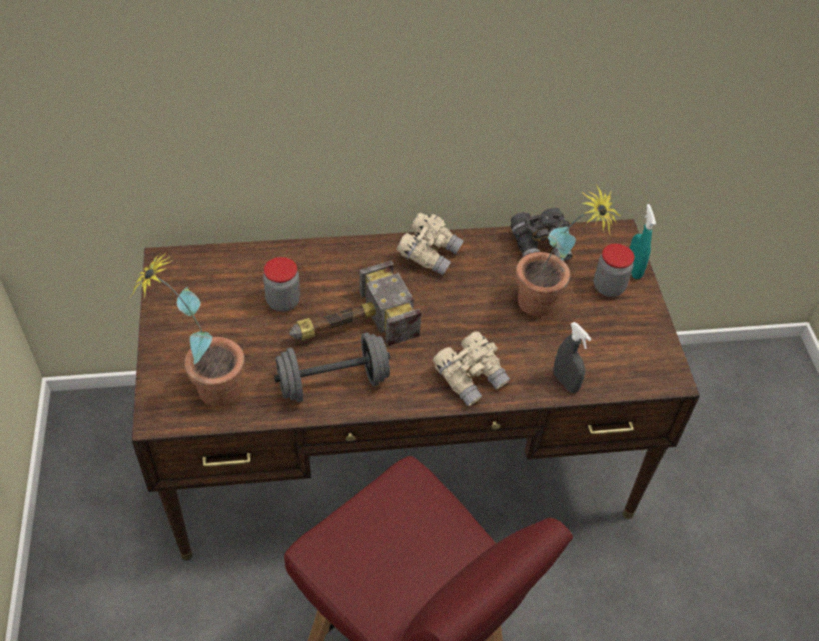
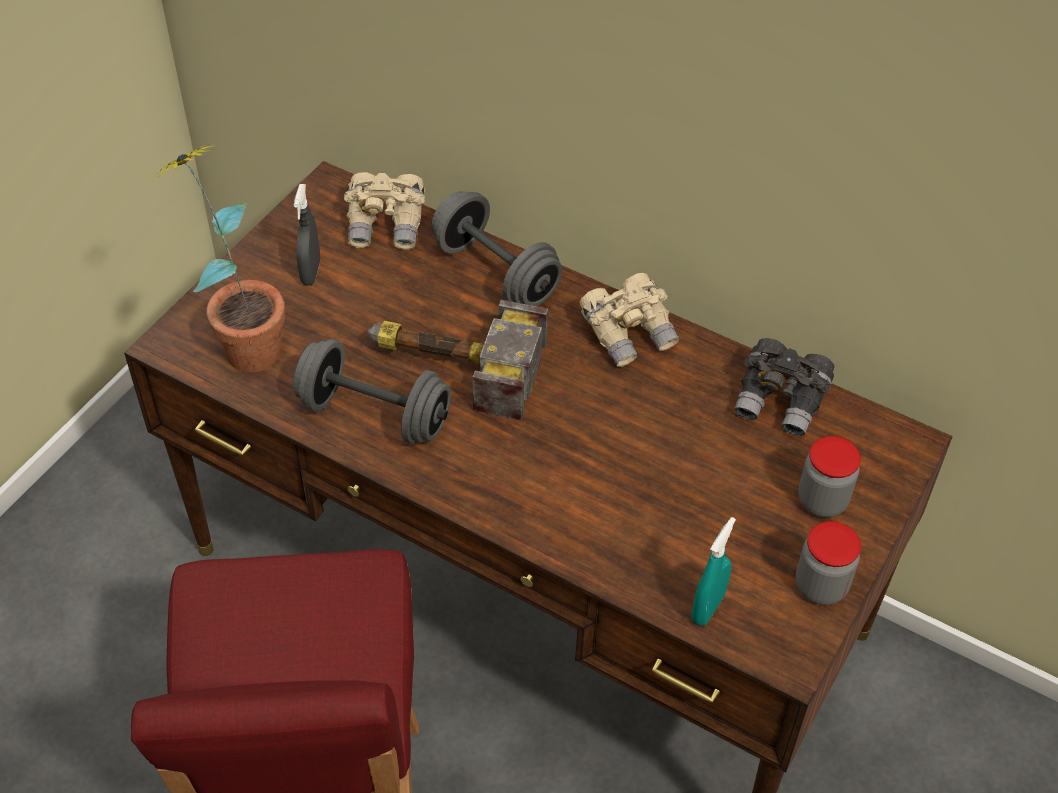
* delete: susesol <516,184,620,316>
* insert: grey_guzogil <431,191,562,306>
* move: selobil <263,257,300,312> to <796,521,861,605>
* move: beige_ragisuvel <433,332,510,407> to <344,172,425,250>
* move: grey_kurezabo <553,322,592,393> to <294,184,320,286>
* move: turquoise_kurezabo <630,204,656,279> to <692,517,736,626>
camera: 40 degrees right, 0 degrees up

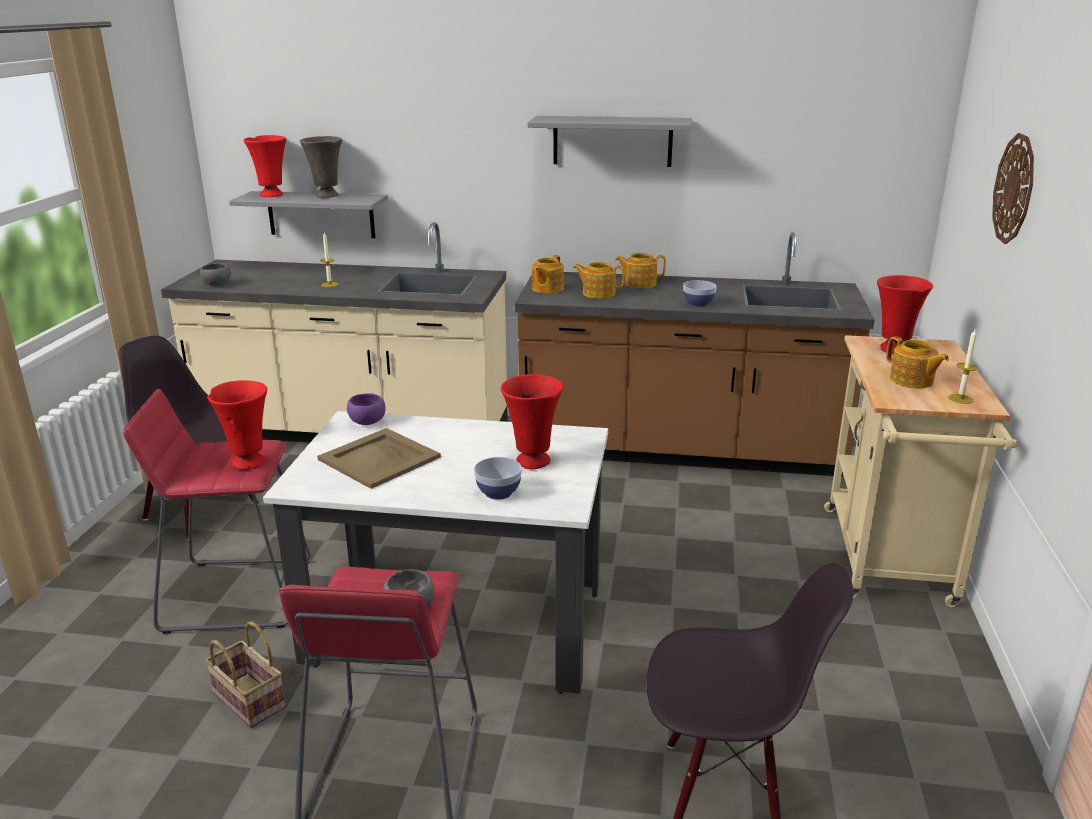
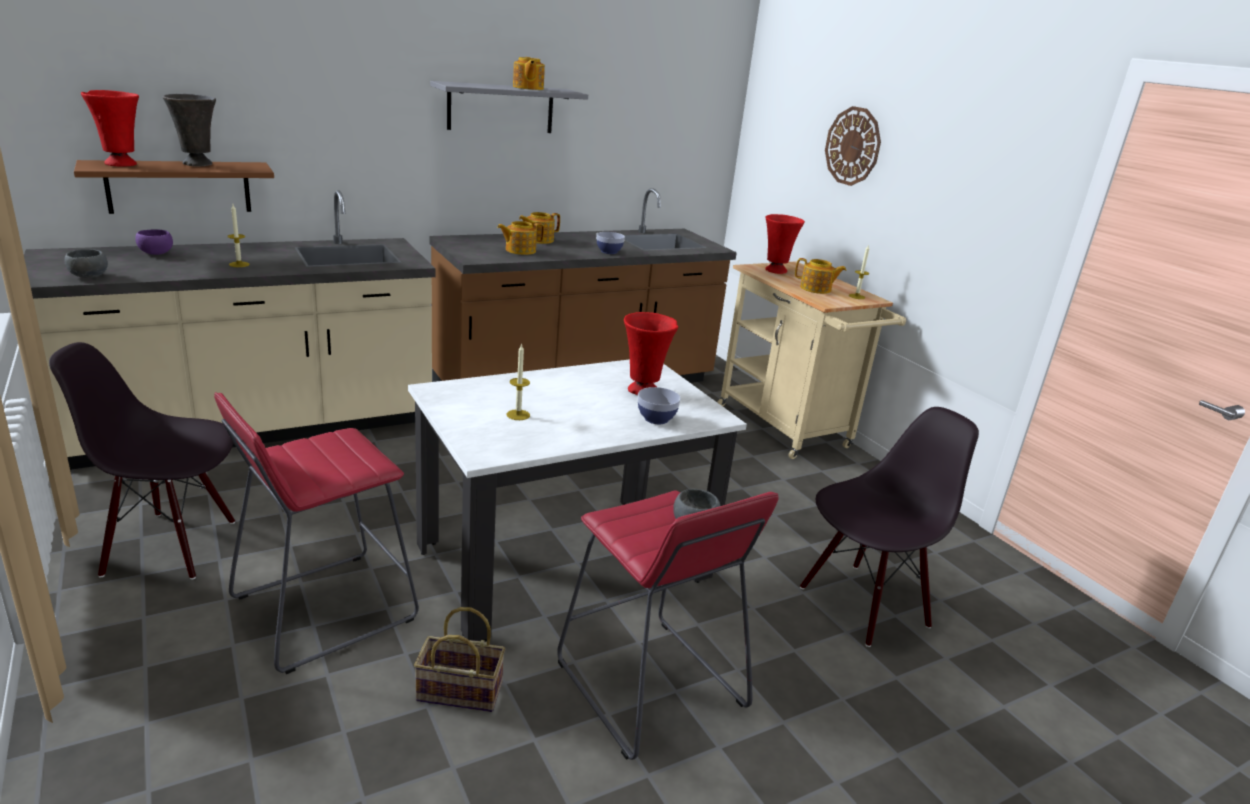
* delete: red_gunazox <207,380,267,470>
* move: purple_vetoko <347,393,386,425> to <135,229,173,255>
* move: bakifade <532,255,564,294> to <513,57,545,90>
* replace: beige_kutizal <317,428,441,489> to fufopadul <507,343,530,420>
* recolor: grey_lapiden <229,191,388,238> to brown_lapiden <74,160,274,214>
camera: 40 degrees left, 0 degrees up

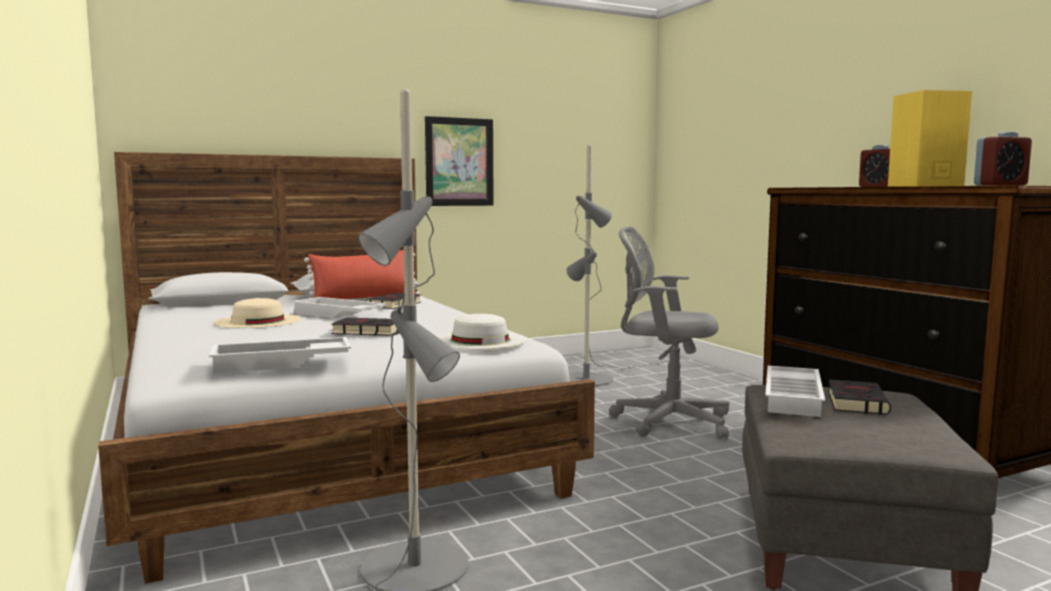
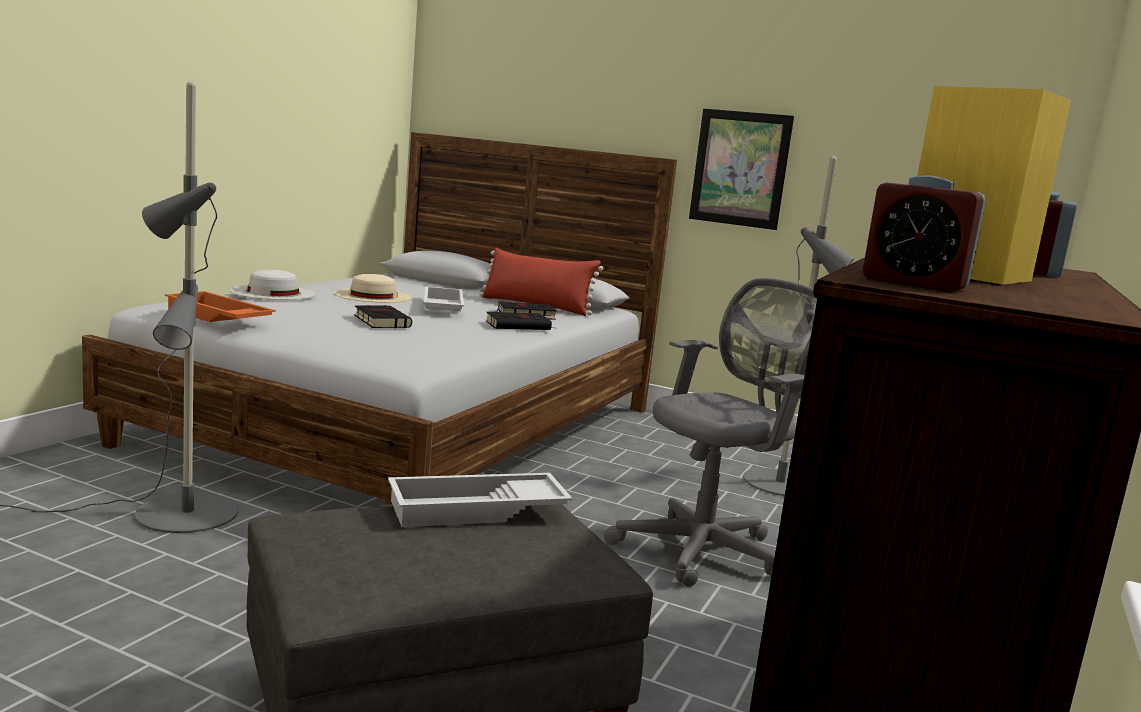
* move: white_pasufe <437,314,527,350> to <230,270,315,300>
* move: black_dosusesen <828,380,891,415> to <486,312,556,330>
* recolor: white_kutizal <209,337,351,373> to orange_kutizal <165,291,276,322>
* rotate: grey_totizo <609,226,730,439> = <604,278,817,587> 75 degrees clockwise
camera: 50 degrees right, 5 degrees up

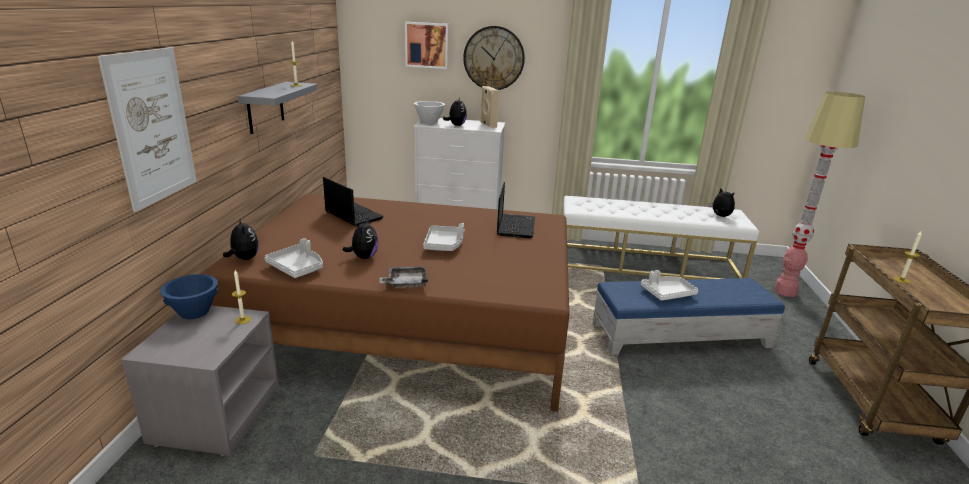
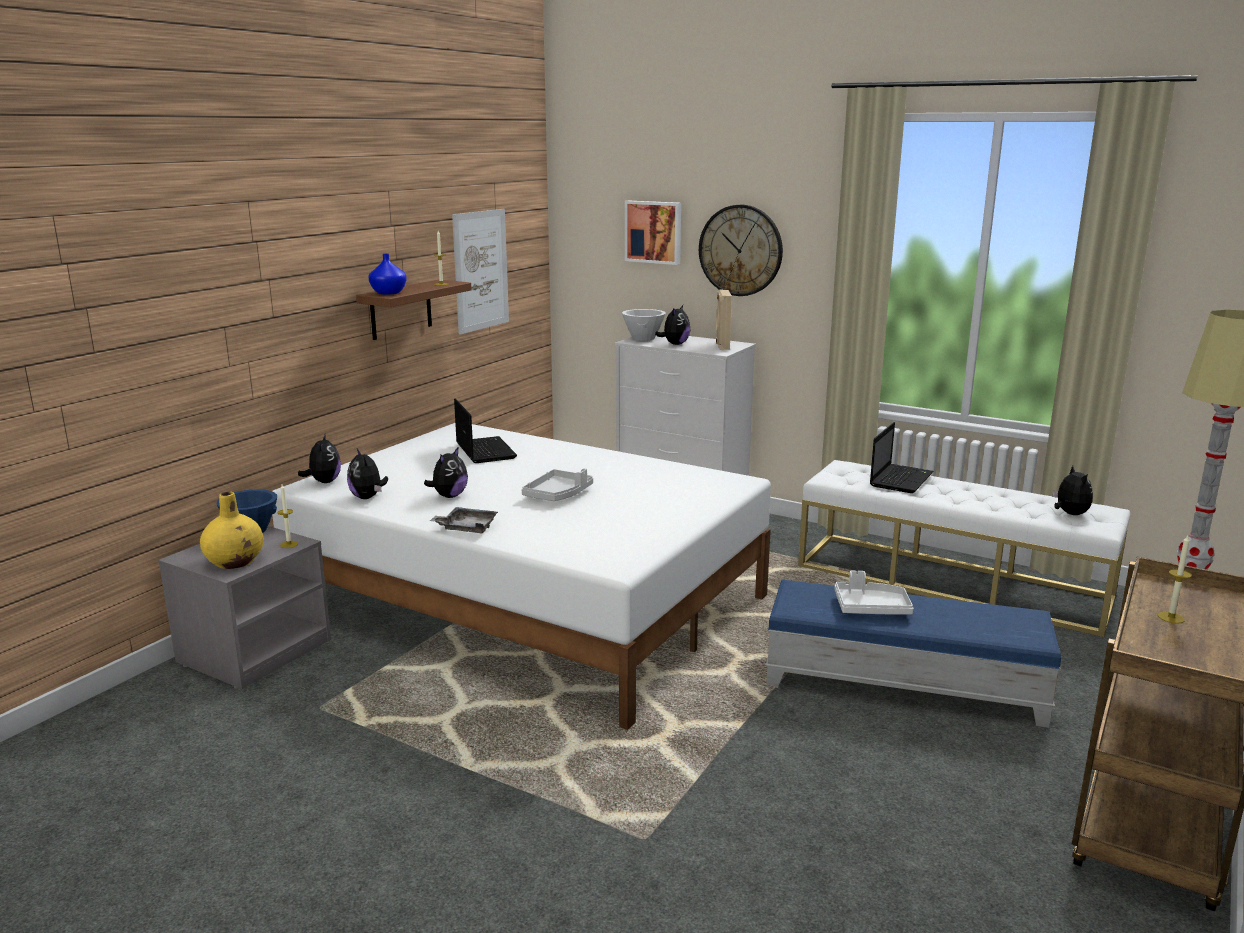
* insert: yellow_gunazox <200,492,264,569>
* insert: blue_gunazox <368,254,407,295>
* move: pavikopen <98,47,197,212> to <452,209,509,334>
* move: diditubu <497,182,535,238> to <870,422,933,493>
* replace: grey_kutizal <264,238,323,278> to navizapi <347,448,388,499>
* recolor: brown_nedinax <201,193,569,412> to white_nedinax <272,423,771,730>
* recolor: grey_lapiden <238,82,318,134> to brown_lapiden <356,280,472,340>
camera: 25 degrees right, 5 degrees down

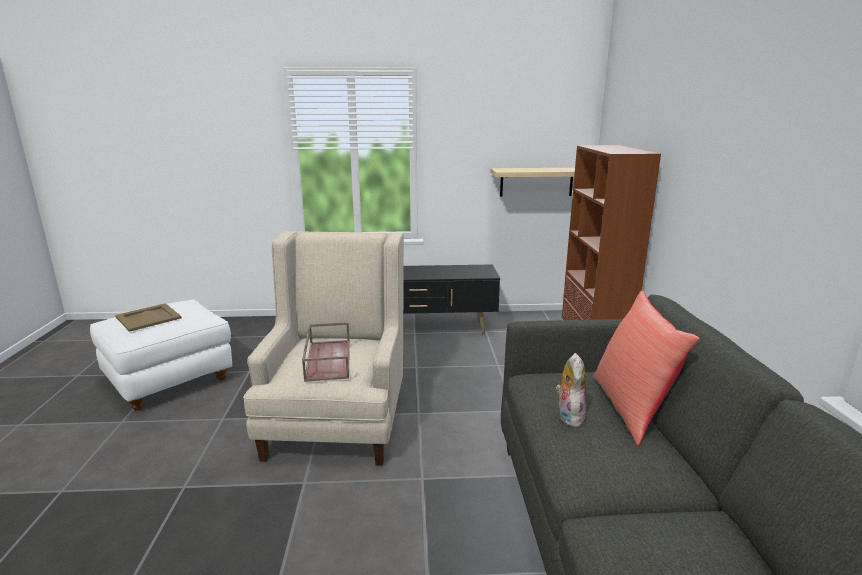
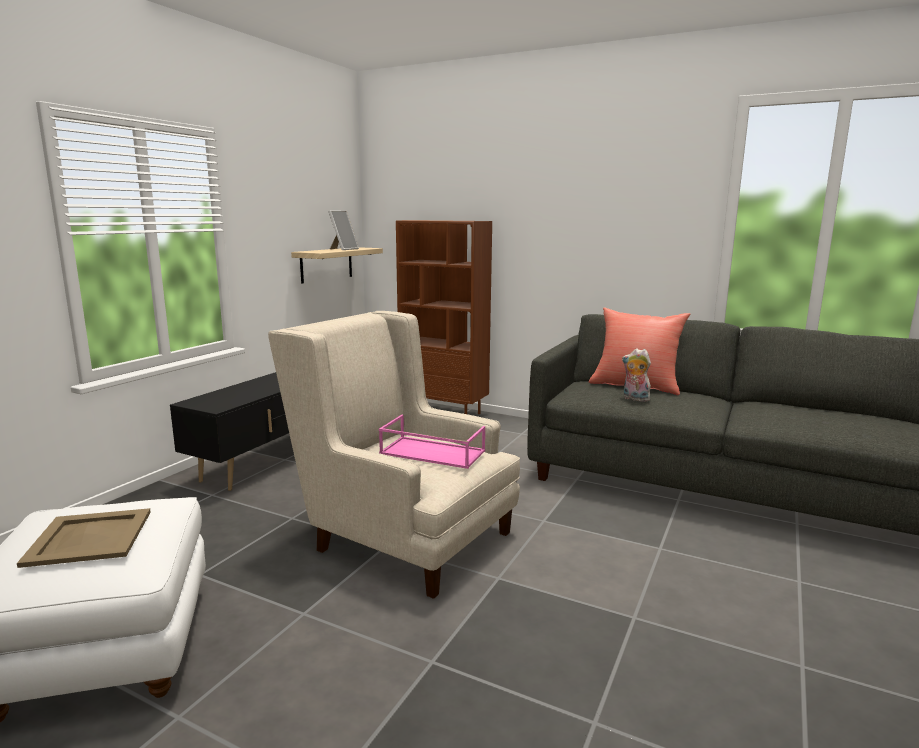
* insert: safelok <328,210,359,250>
* recolor: brown_kutizal <302,322,350,382> to pink_kutizal <379,415,485,469>
camera: 60 degrees left, 5 degrees down

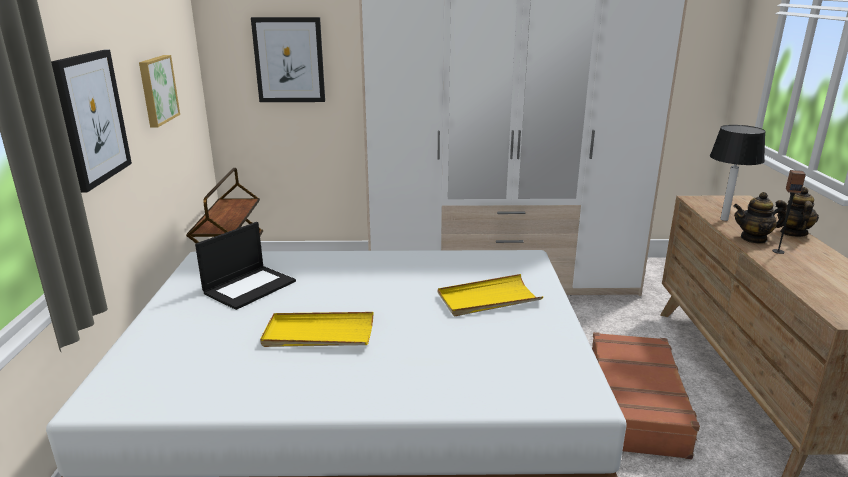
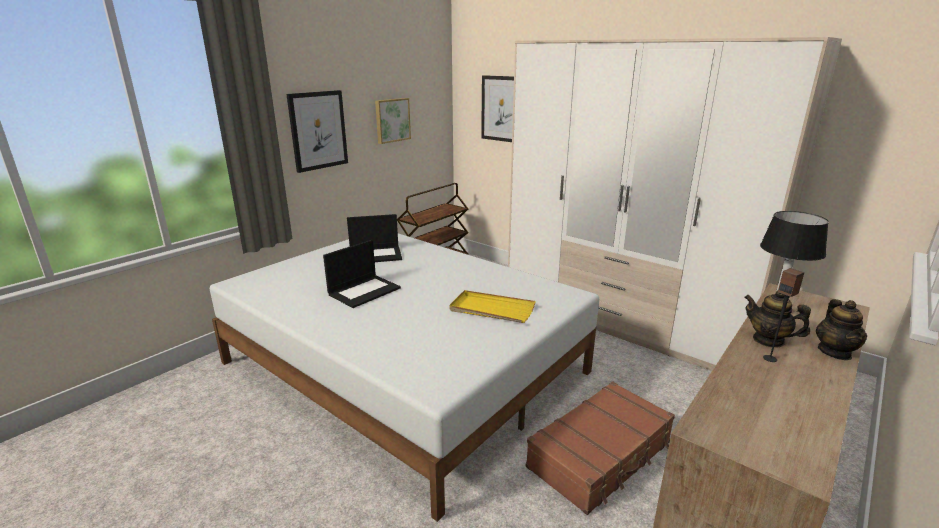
* replace: yellow_kutizal <260,312,373,347> to diditubu <323,240,401,308>
* rotate: bakifade <777,187,819,237> = <816,299,867,360> 135 degrees clockwise
camera: 40 degrees right, 0 degrees up

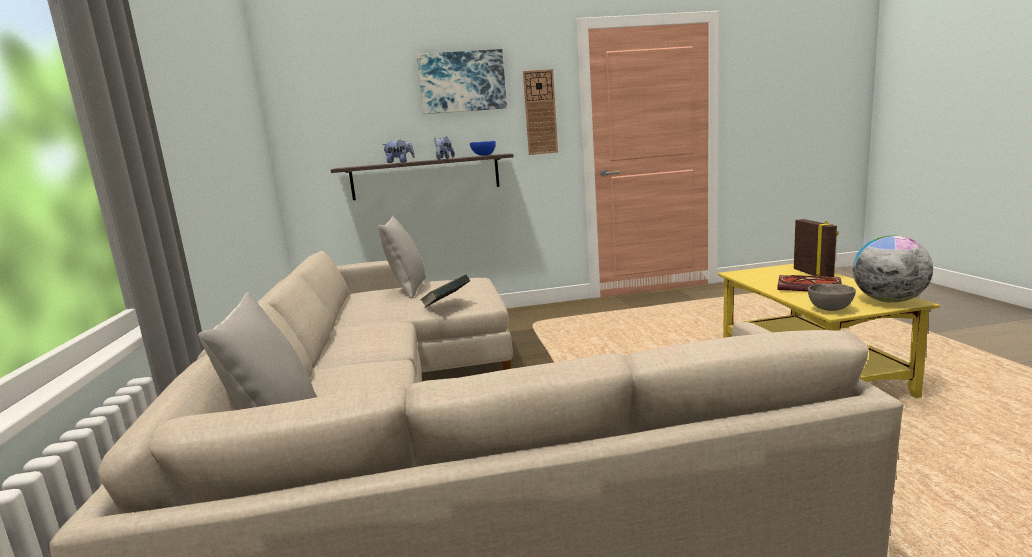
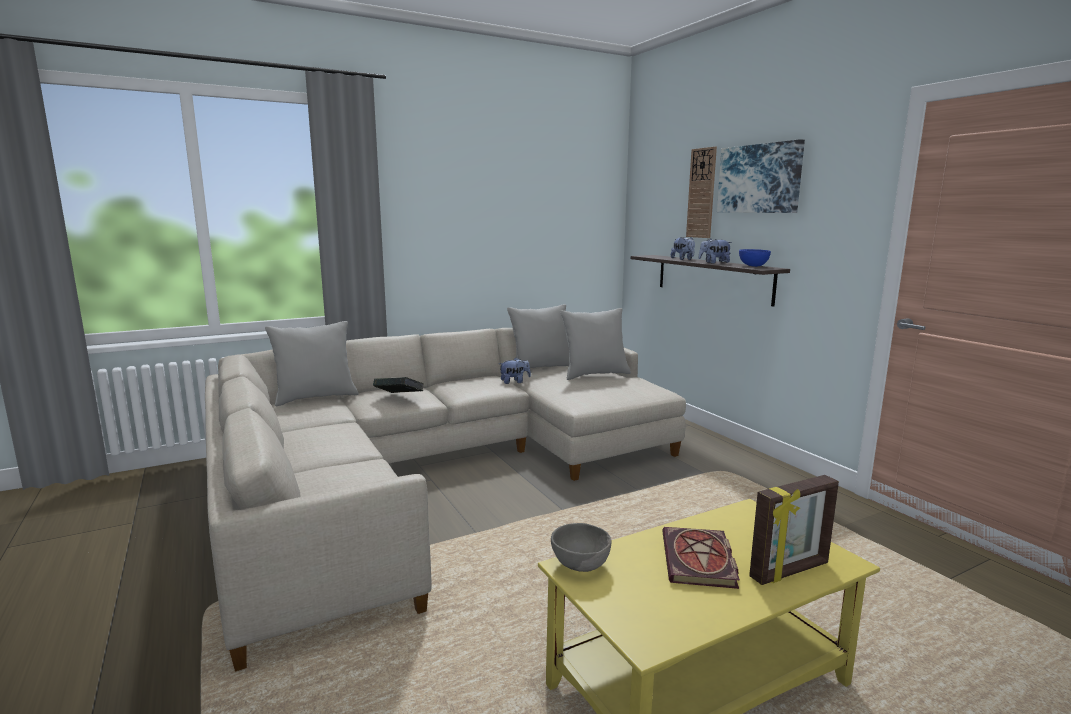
* delete: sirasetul <853,236,933,303>
* insert: navizapi <499,358,531,384>
* insert: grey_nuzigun <507,304,569,368>
* move: dosusesen <420,275,470,308> to <373,377,424,393>
* move: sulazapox <523,69,558,155> to <686,147,717,238>
camera: 70 degrees right, 0 degrees up

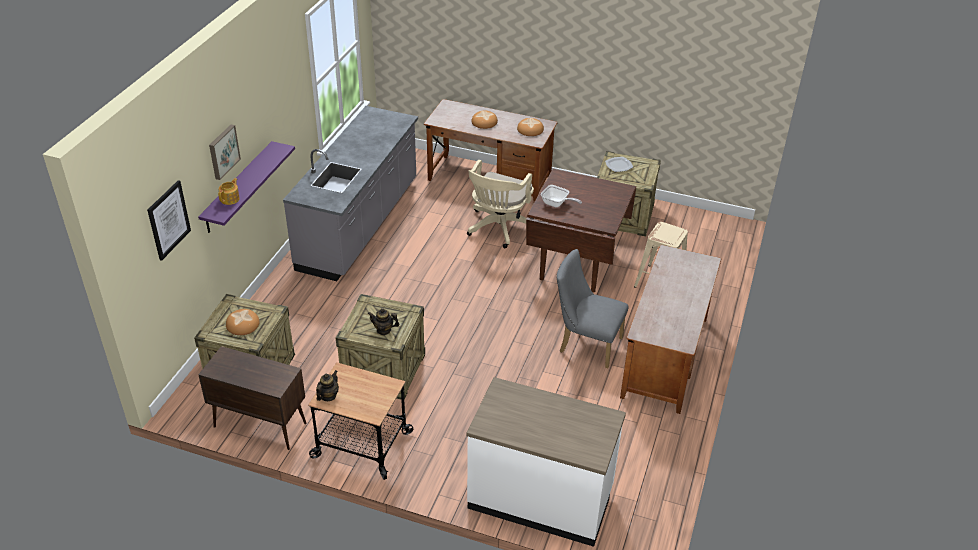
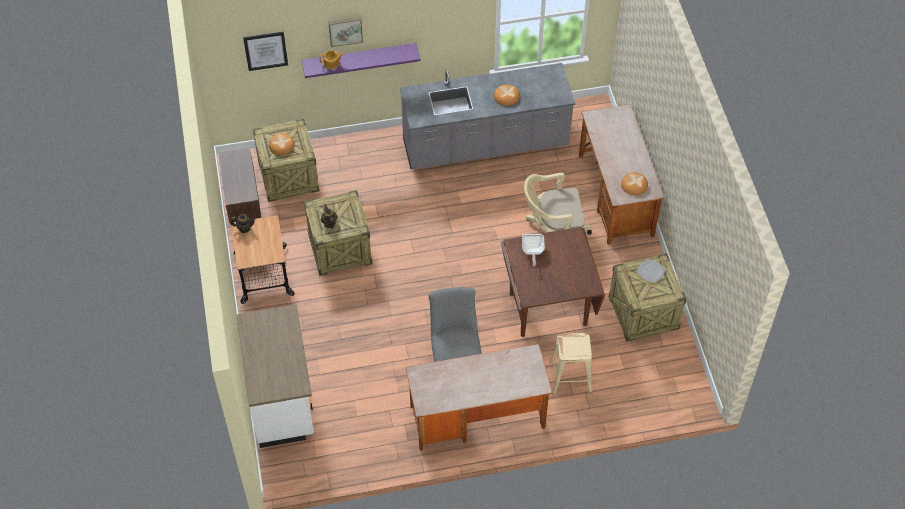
* move: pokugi <471,111,498,129> to <494,84,520,106>
camera: 60 degrees right, 15 degrees up

